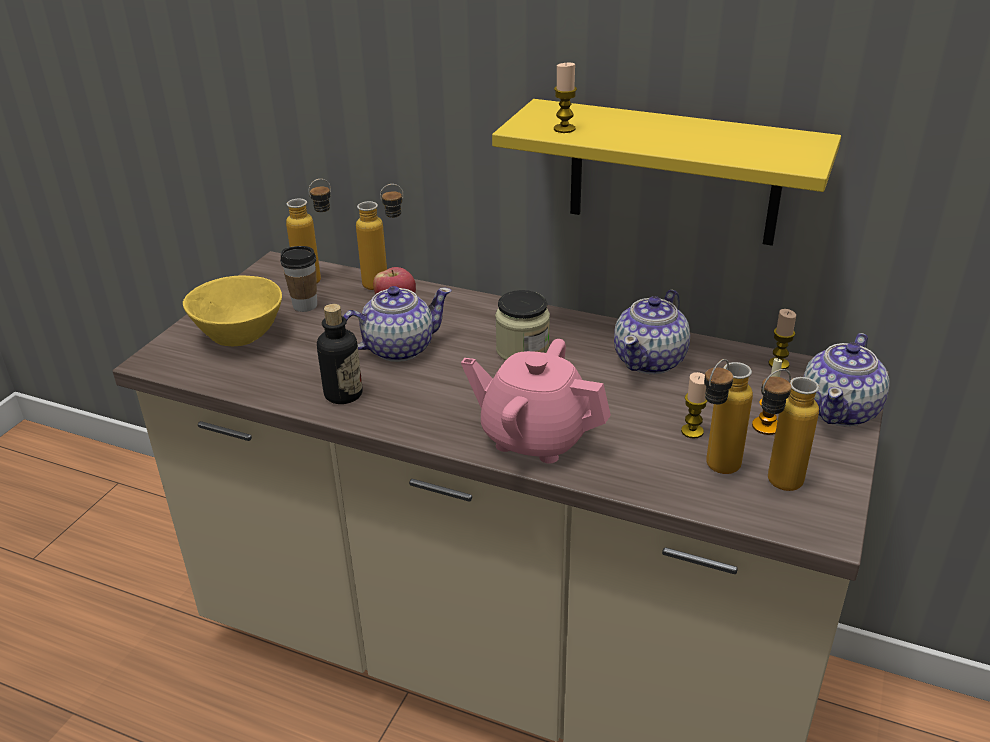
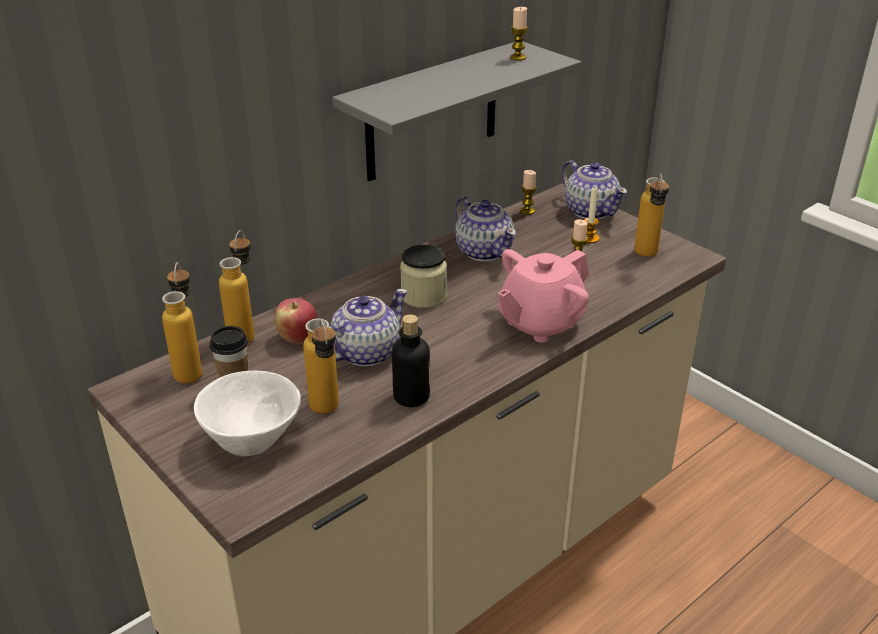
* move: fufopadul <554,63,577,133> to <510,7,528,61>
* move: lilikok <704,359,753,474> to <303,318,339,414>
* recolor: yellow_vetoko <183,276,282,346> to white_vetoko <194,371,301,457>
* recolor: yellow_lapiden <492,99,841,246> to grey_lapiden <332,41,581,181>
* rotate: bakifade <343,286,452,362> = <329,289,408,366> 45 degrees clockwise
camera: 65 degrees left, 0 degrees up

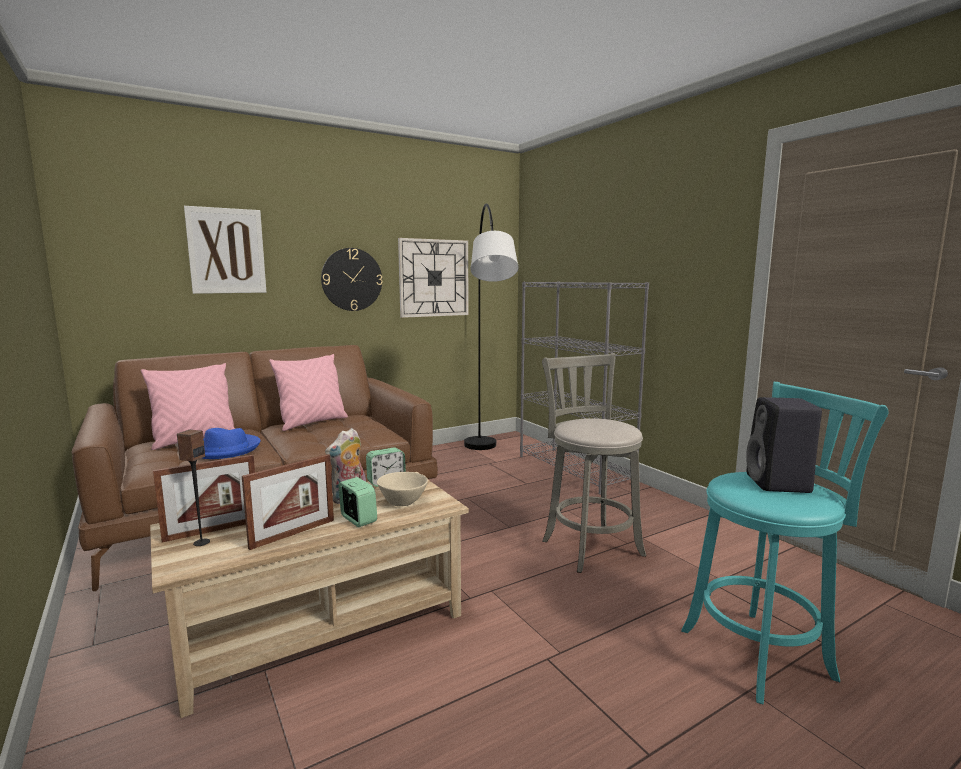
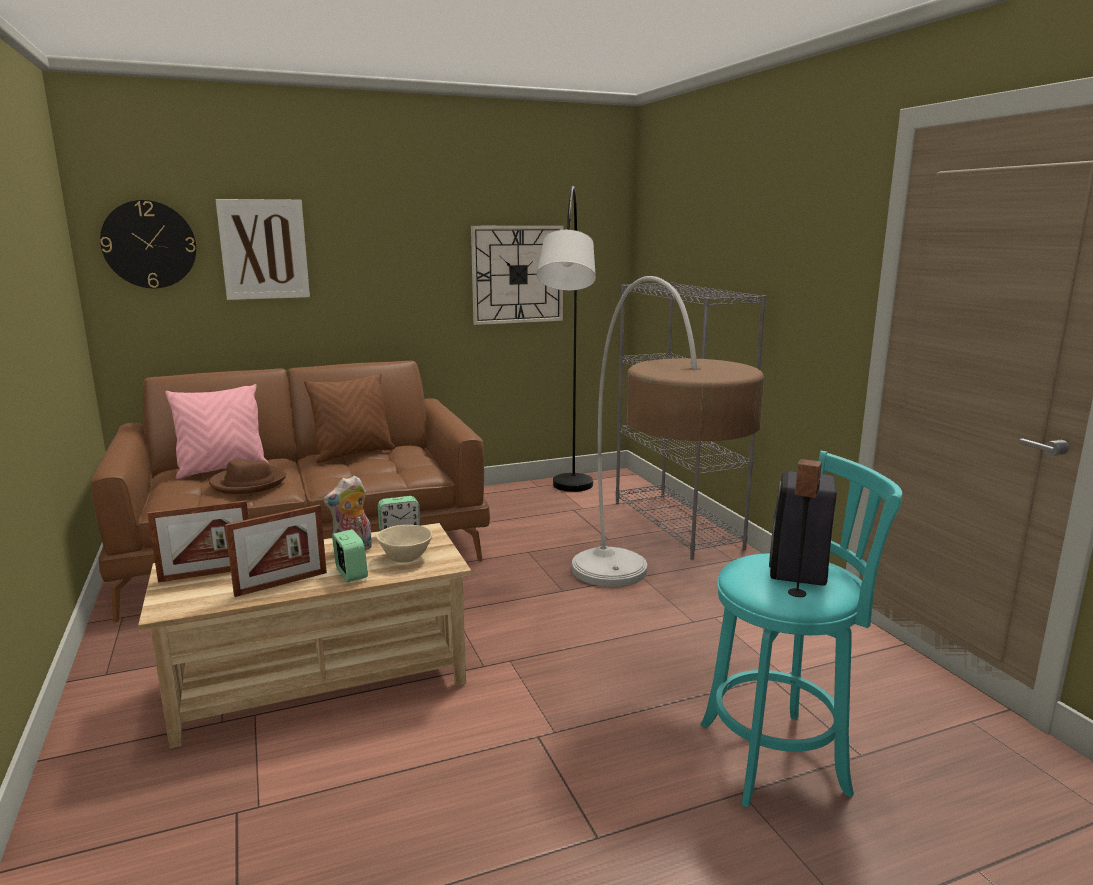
* move: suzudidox <177,430,210,546> to <788,459,822,597>
* move: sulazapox <321,248,383,311> to <100,200,196,288>
* replace: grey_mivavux <542,353,646,573> to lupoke <572,276,764,587>
* recolor: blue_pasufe <201,428,261,459> to brown_pasufe <209,459,286,494>
* recolor: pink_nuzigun <269,354,348,431> to brown_nuzigun <304,373,395,463>
camera: 10 degrees right, 5 degrees up

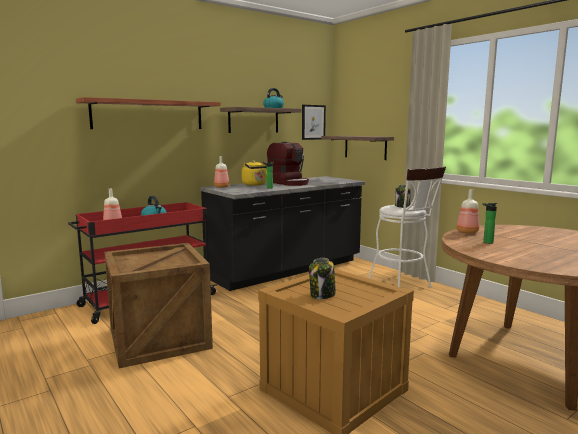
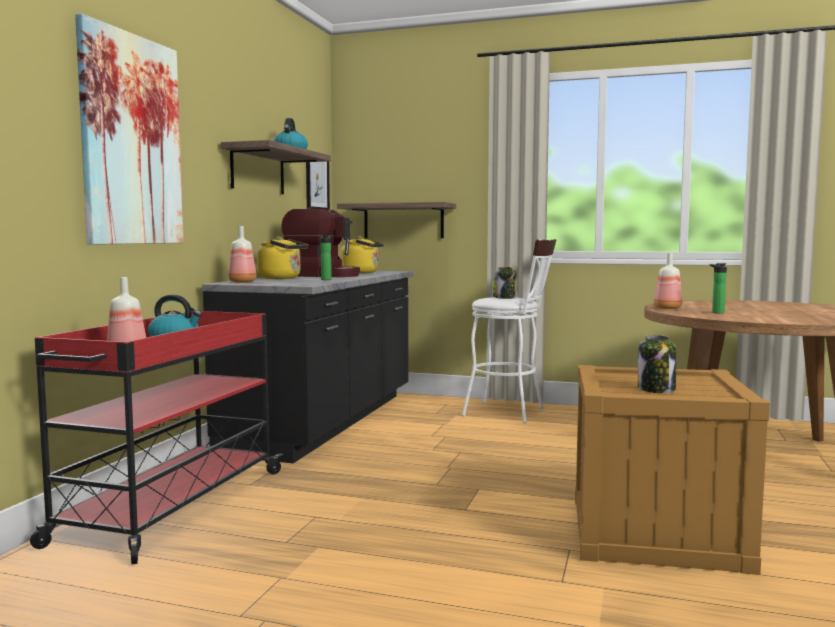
* delete: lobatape <104,243,213,368>
* insert: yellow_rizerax <341,236,384,274>
* replace: lapiden <76,97,221,129> to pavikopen <75,14,184,245>
camera: 35 degrees left, 5 degrees down

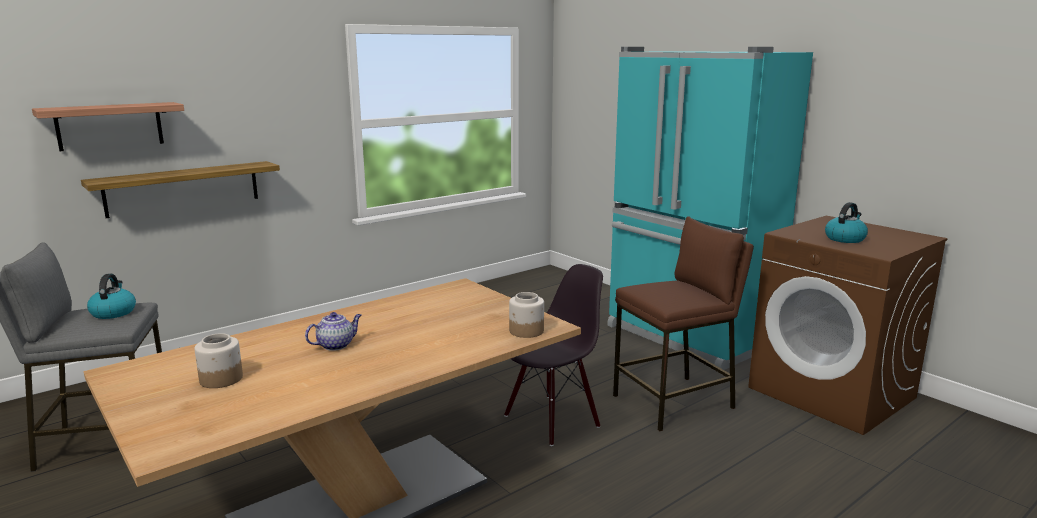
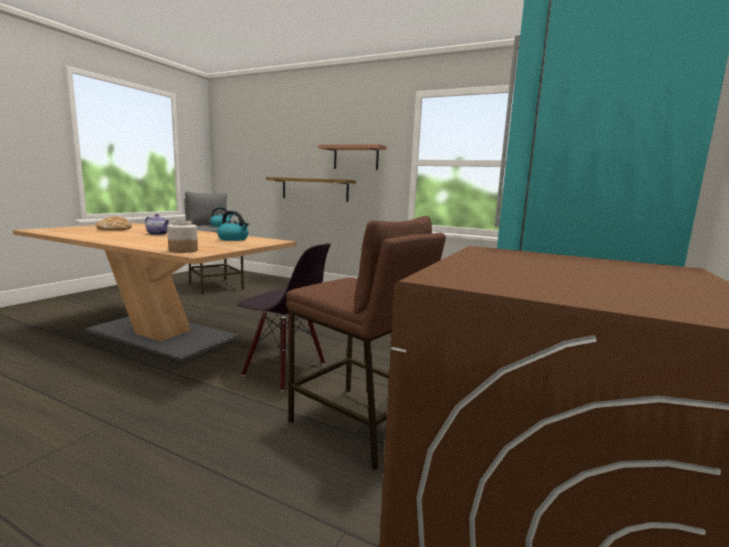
* move: lapiden <32,102,184,151> to <318,144,387,170>
* move: rizerax <825,202,868,243> to <217,211,249,241>
* replace: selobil <195,333,243,388> to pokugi <96,216,132,230>
camera: 65 degrees right, 5 degrees down

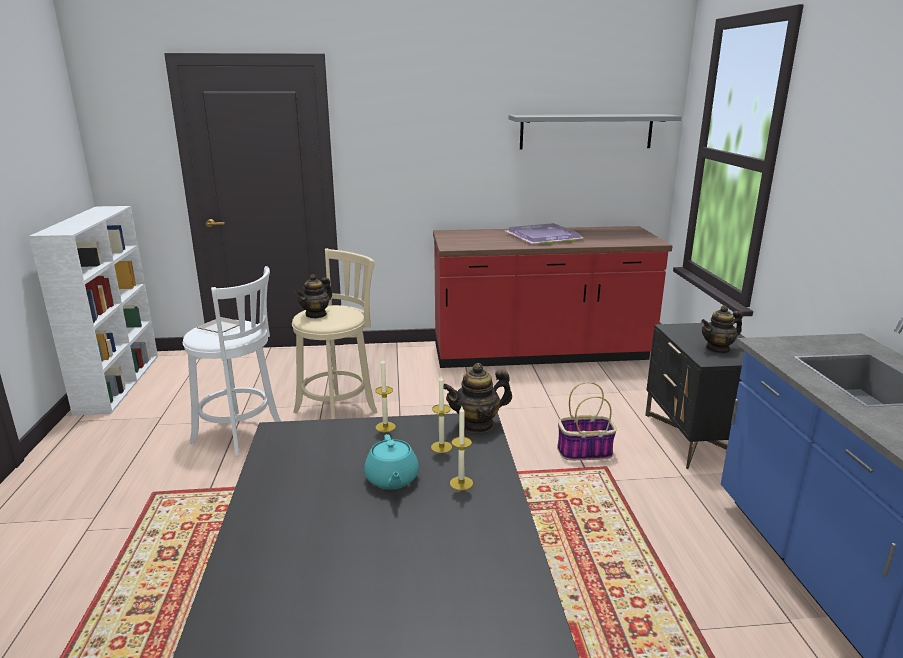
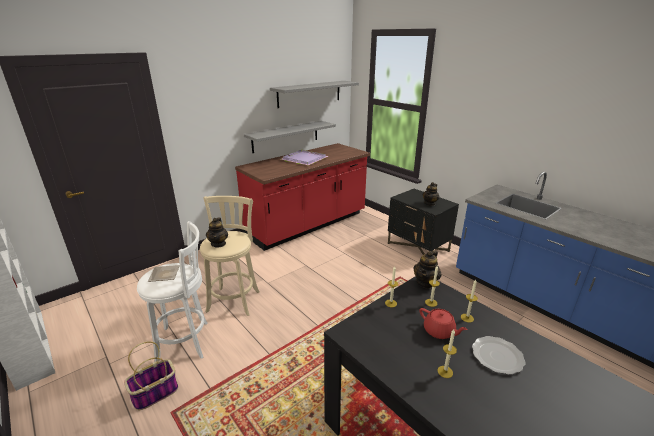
* insert: grey_lapiden <244,121,336,153>
* insert: fufopadul <438,329,457,378>
* insert: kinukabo <472,336,526,375>
* move: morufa <557,382,617,460> to <124,341,178,410>
* recolor: turquoise_bakifade <364,434,419,490> to red_bakifade <419,308,468,339>
camera: 35 degrees left, 5 degrees up

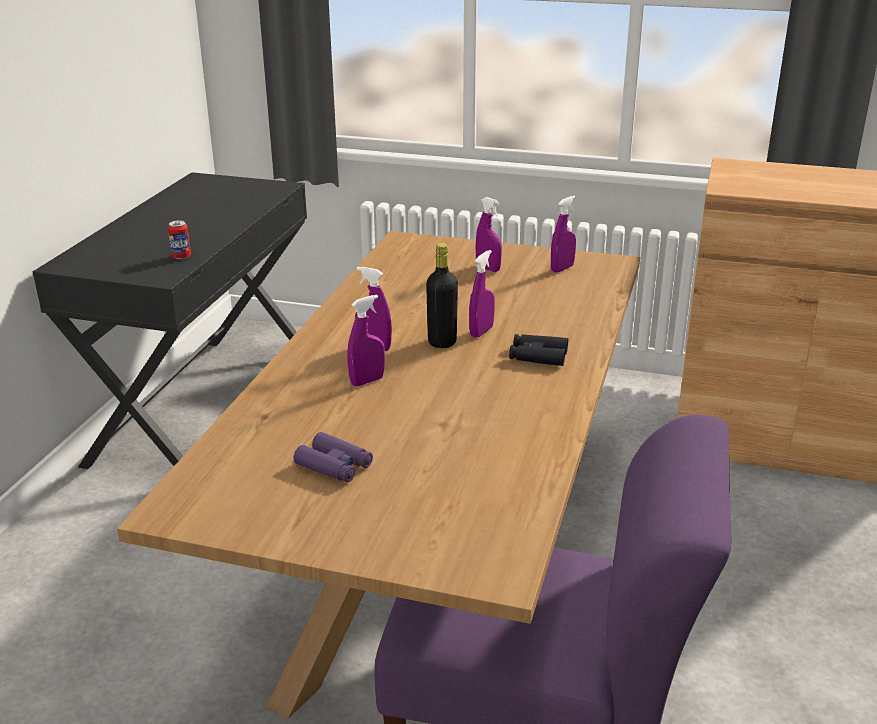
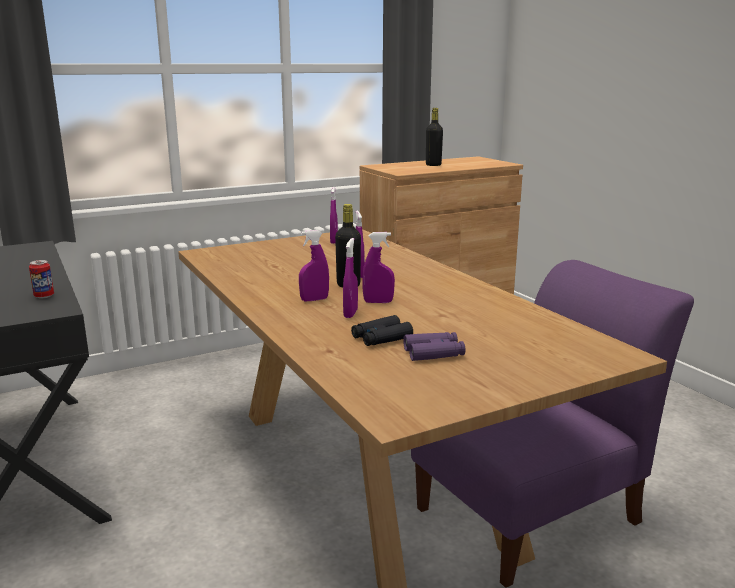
* insert: black_lilikok <426,108,443,166>
* move: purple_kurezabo <476,197,502,272> to <362,232,395,303>
* move: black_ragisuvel <509,334,568,366> to <351,315,413,346>
camera: 45 degrees left, 10 degrees down

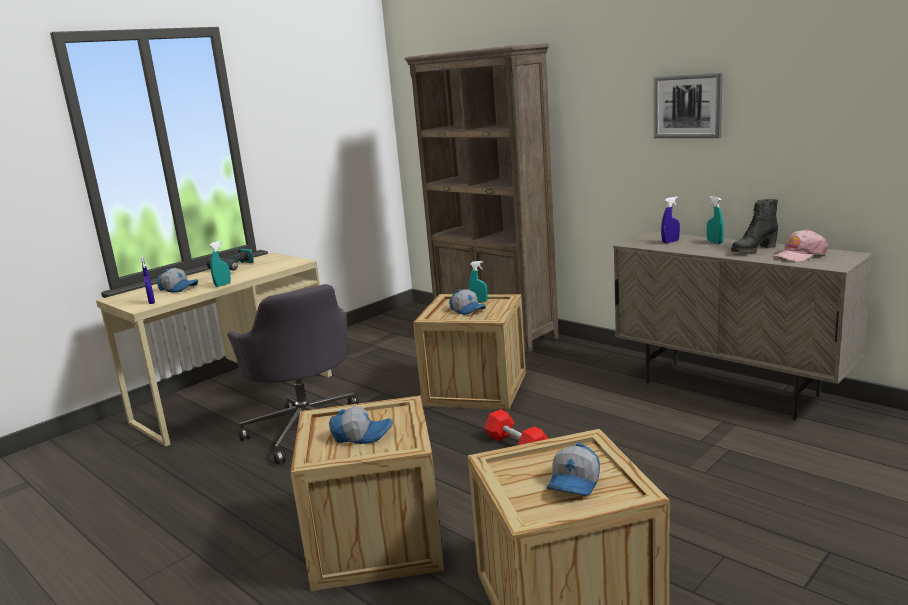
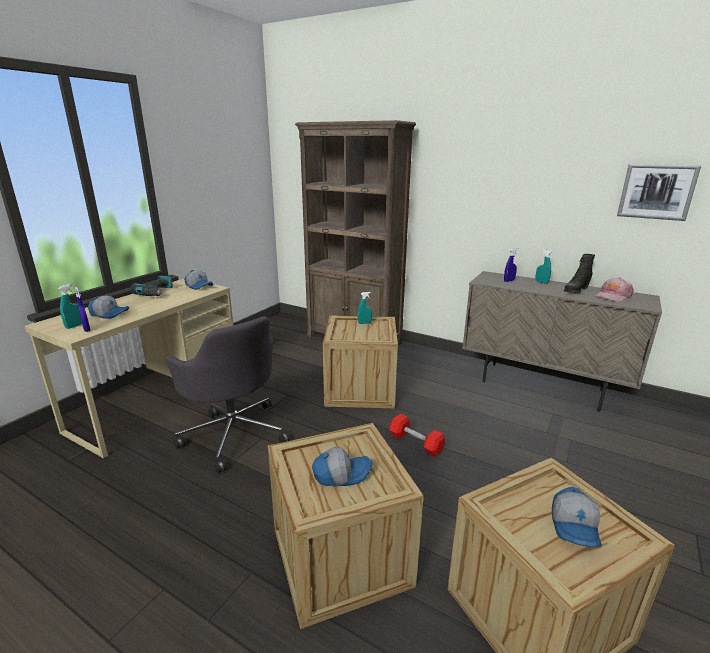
* move: turquoise_kurezabo <209,241,231,287> to <58,284,82,329>
* move: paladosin <449,289,486,315> to <184,270,213,290>
* move: pavikopen <654,72,723,138> to <617,164,701,221>
camera: 15 degrees left, 5 degrees up

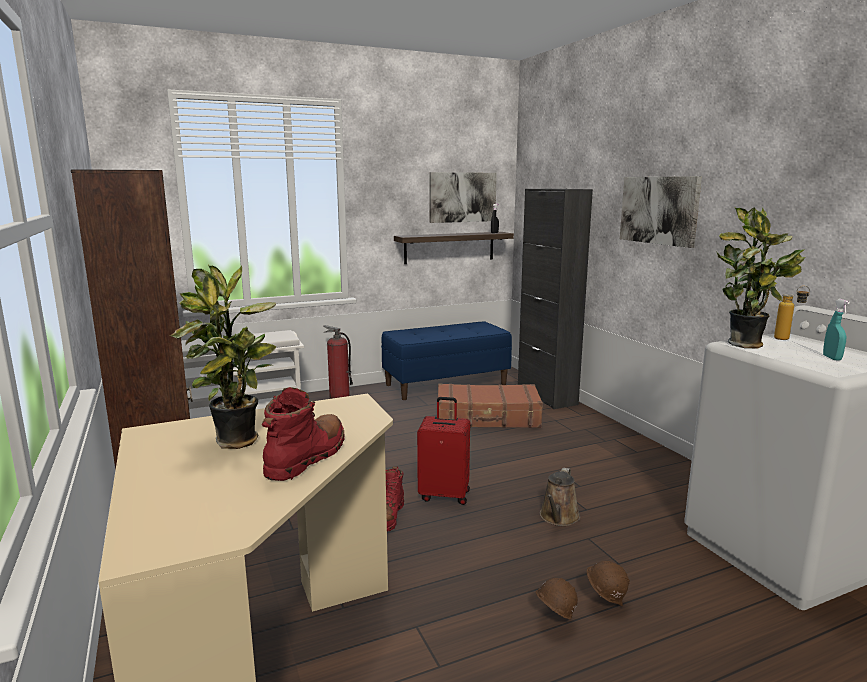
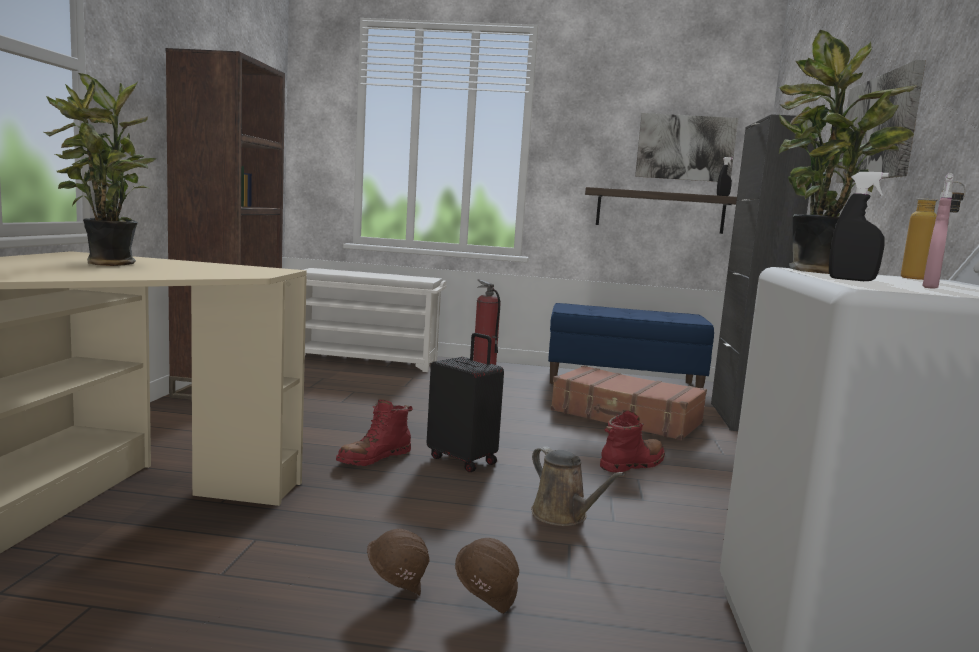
* insert: black_kurezabo <829,172,889,281>
* move: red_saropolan <262,387,345,481> to <600,411,665,472>
* recolor: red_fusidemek <417,397,470,505> to black_fusidemek <427,333,504,472>
* recolor: turquoise_kurezabo <823,299,850,361> to pink_kurezabo <922,173,954,289>
* rotate: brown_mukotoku <540,468,580,526> = <531,446,625,526> 90 degrees counterclockwise
camera: 30 degrees right, 5 degrees down

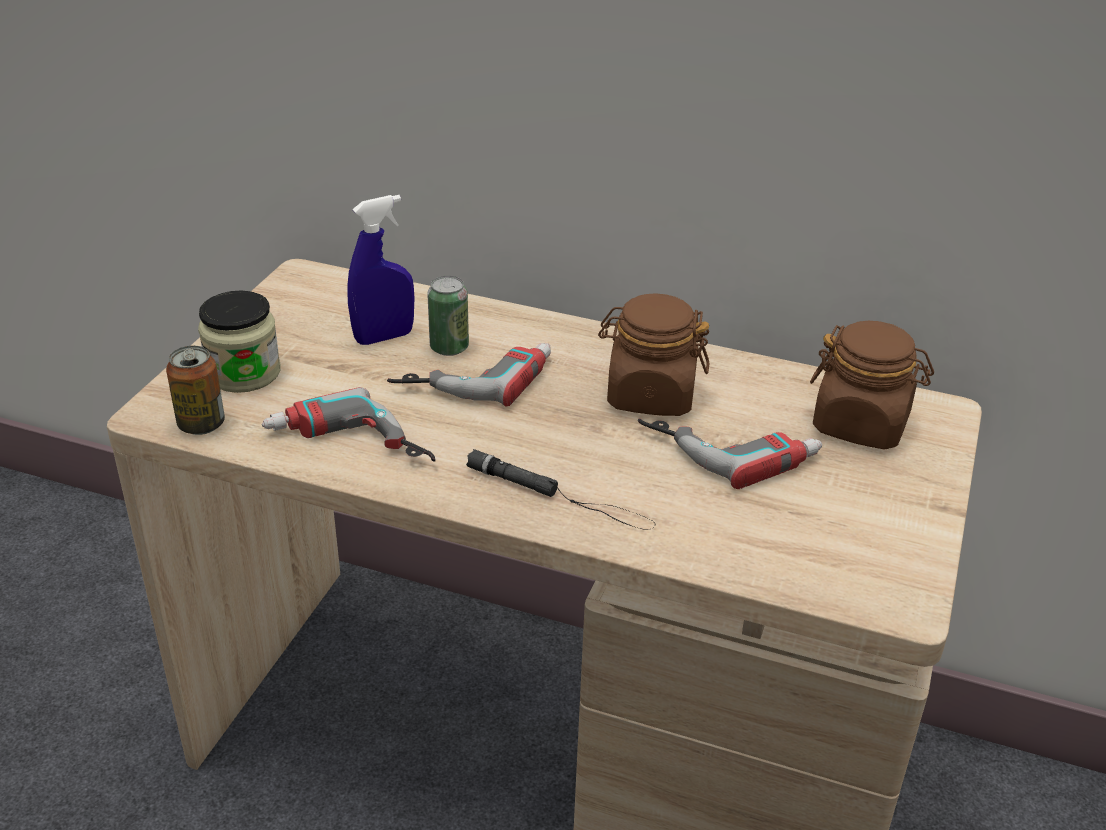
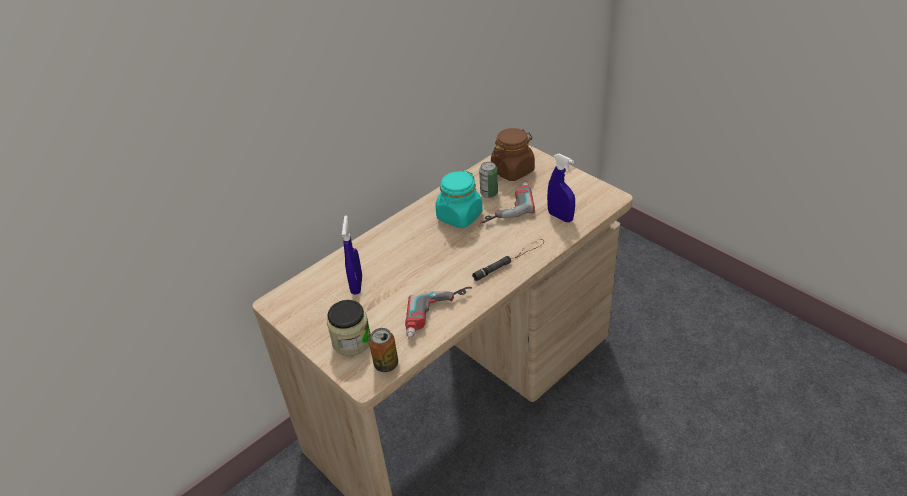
* delete: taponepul <387,343,551,406>
* insert: blue_kurezabo <547,154,575,222>
* move: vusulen <427,276,469,356> to <479,162,498,198>
* recolor: brown_selobil <598,293,709,416> to turquoise_selobil <435,170,483,228>
camera: 60 degrees left, 5 degrees up

